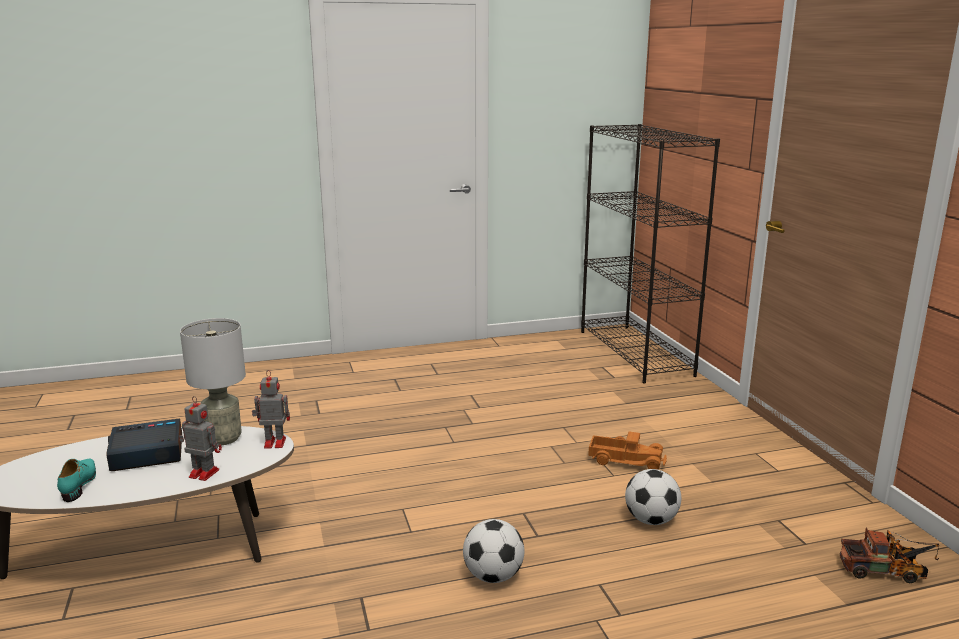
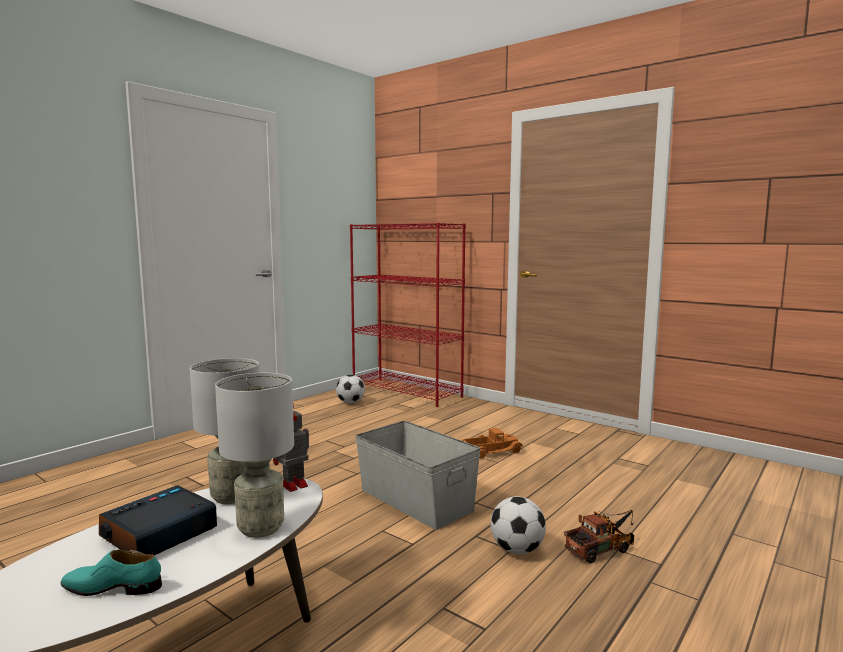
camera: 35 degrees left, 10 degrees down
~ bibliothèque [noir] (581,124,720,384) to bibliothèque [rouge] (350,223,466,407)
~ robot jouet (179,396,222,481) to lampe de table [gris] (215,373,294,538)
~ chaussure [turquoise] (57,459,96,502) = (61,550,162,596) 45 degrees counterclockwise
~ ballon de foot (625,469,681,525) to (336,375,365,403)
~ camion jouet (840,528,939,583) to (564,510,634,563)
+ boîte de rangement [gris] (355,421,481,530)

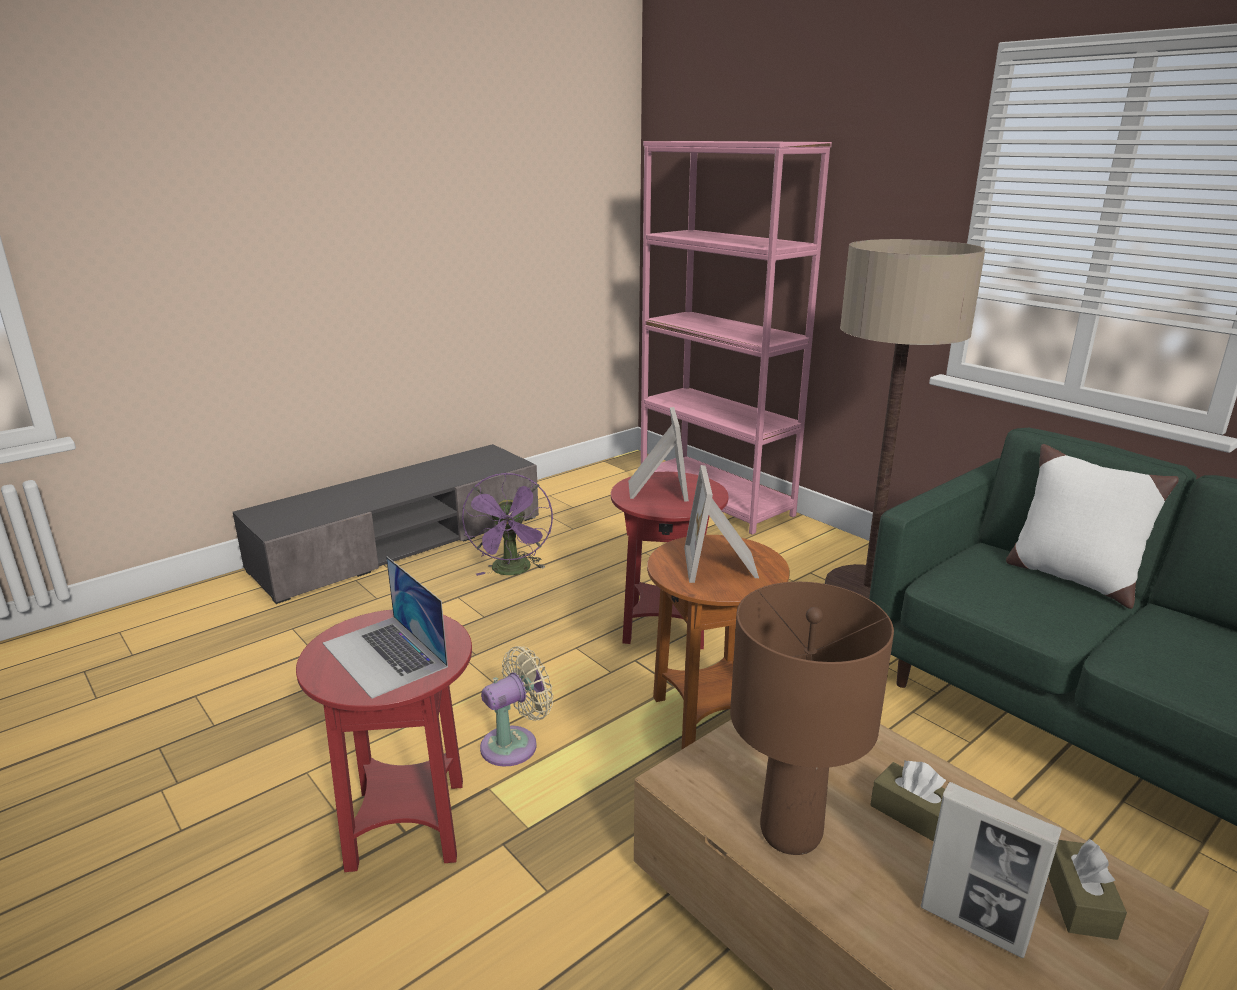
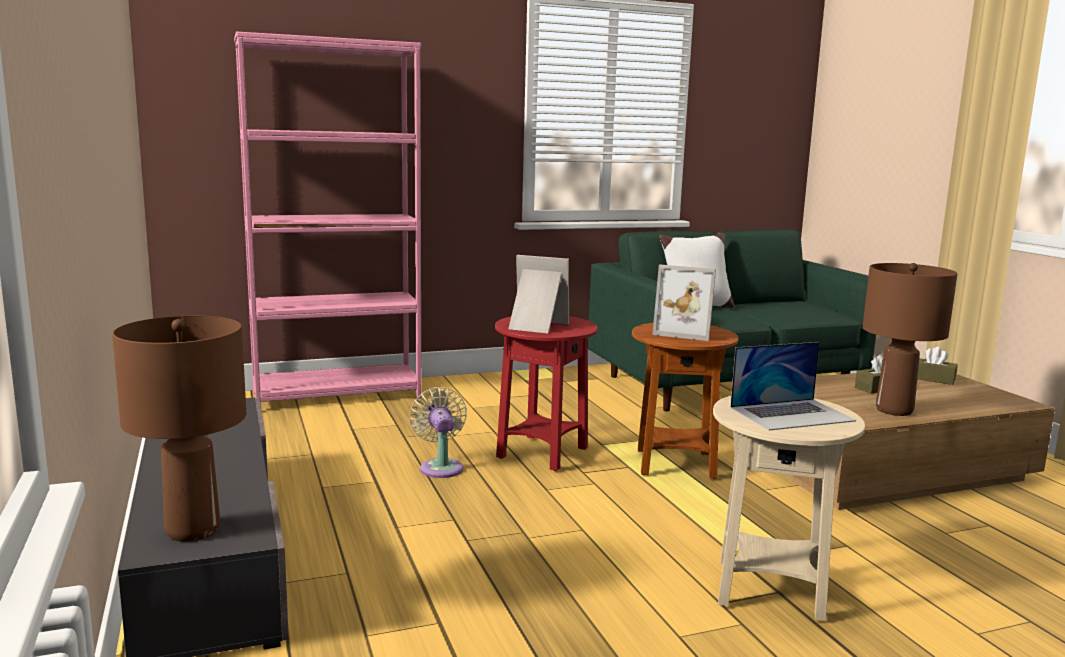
camera: 70 degrees left, 10 degrees down
- lampadaire (825,239,985,599)
- ventilateur [violet] (462,473,553,576)
~ table d'appoint [rouge] (296,610,472,872) to table d'appoint [beige] (713,396,865,621)
~ ventilateur [beige] (480,646,553,766) to (409,387,467,478)
- cadre photo (920,782,1062,958)
+ lampe de table [marron] (112,316,246,542)

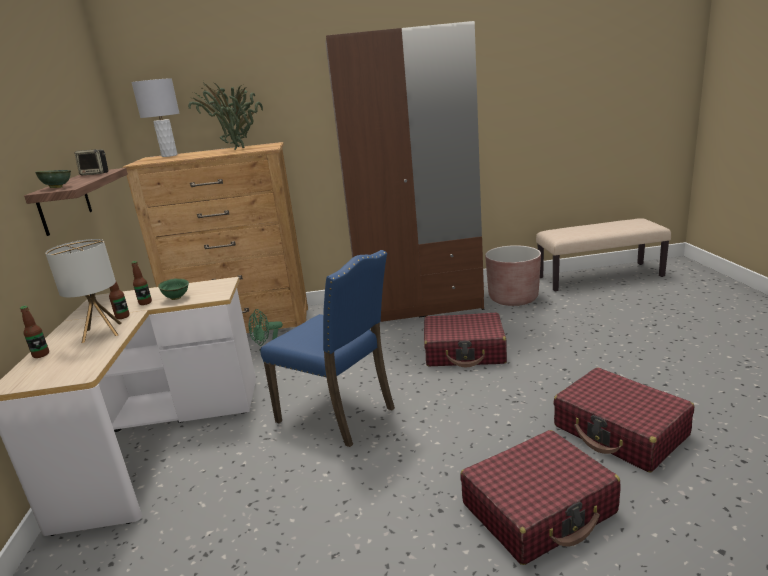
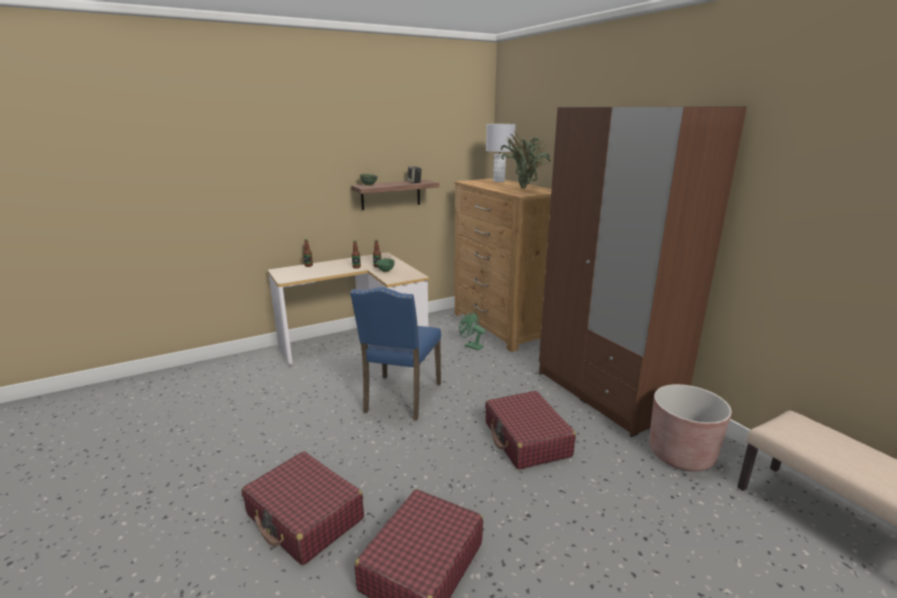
camera: 65 degrees right, 0 degrees up
- lampe de table (45,239,122,343)

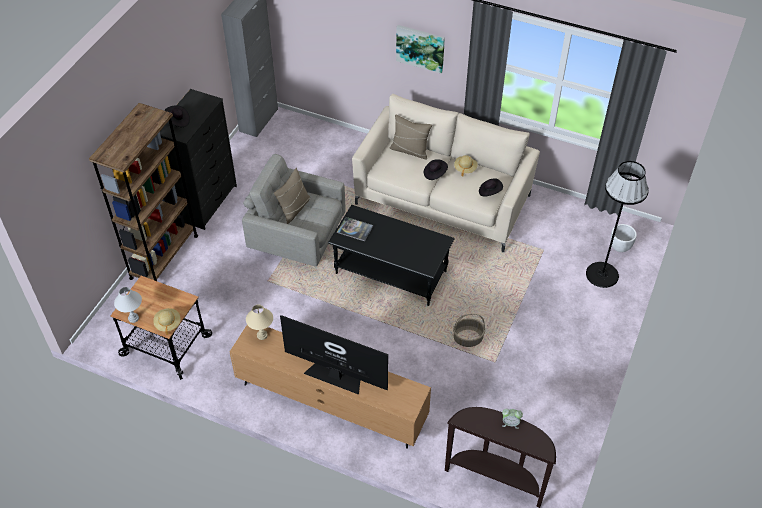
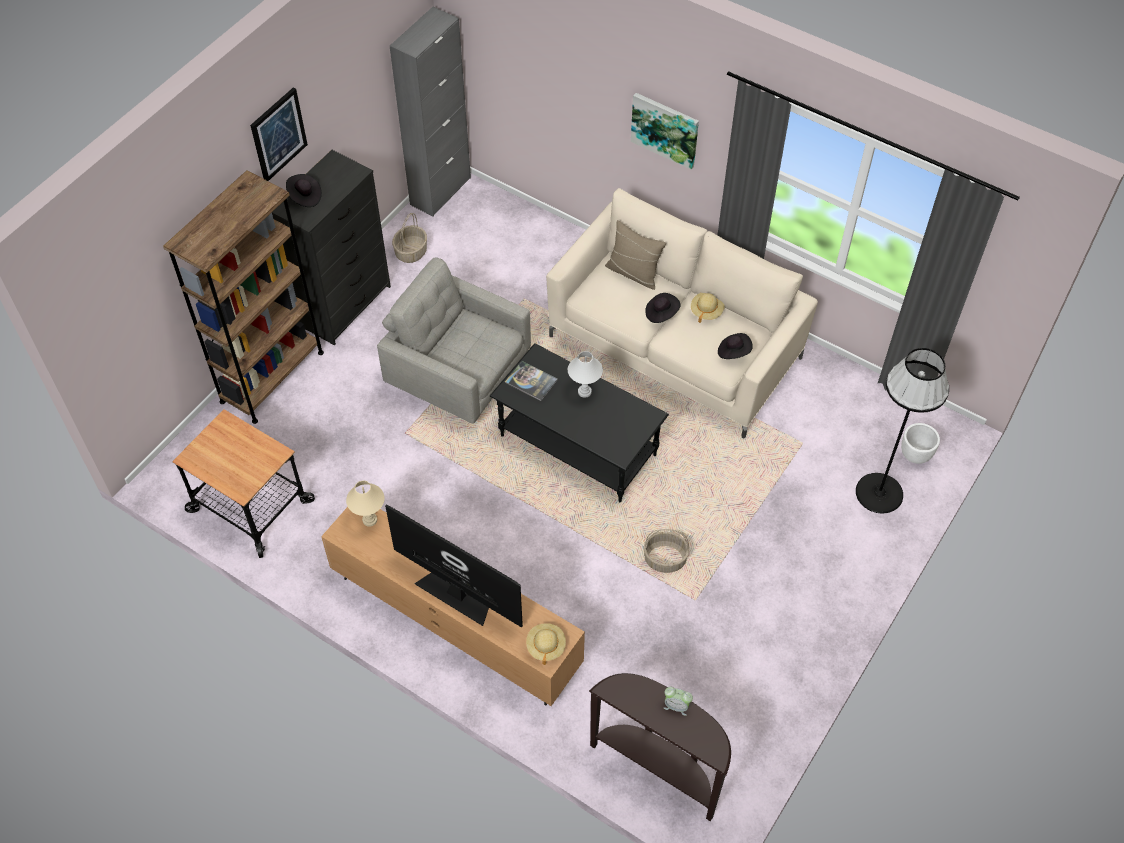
camera: 10 degrees right, 5 degrees up
- coussin [beige] (274,168,310,224)
~ lampe de table [blanc] (114,287,142,323) to (568,351,603,398)
~ chapeau [beige] (153,308,180,335) to (526,623,566,665)
+ tableau (250,87,308,181)
+ panier (392,213,427,263)

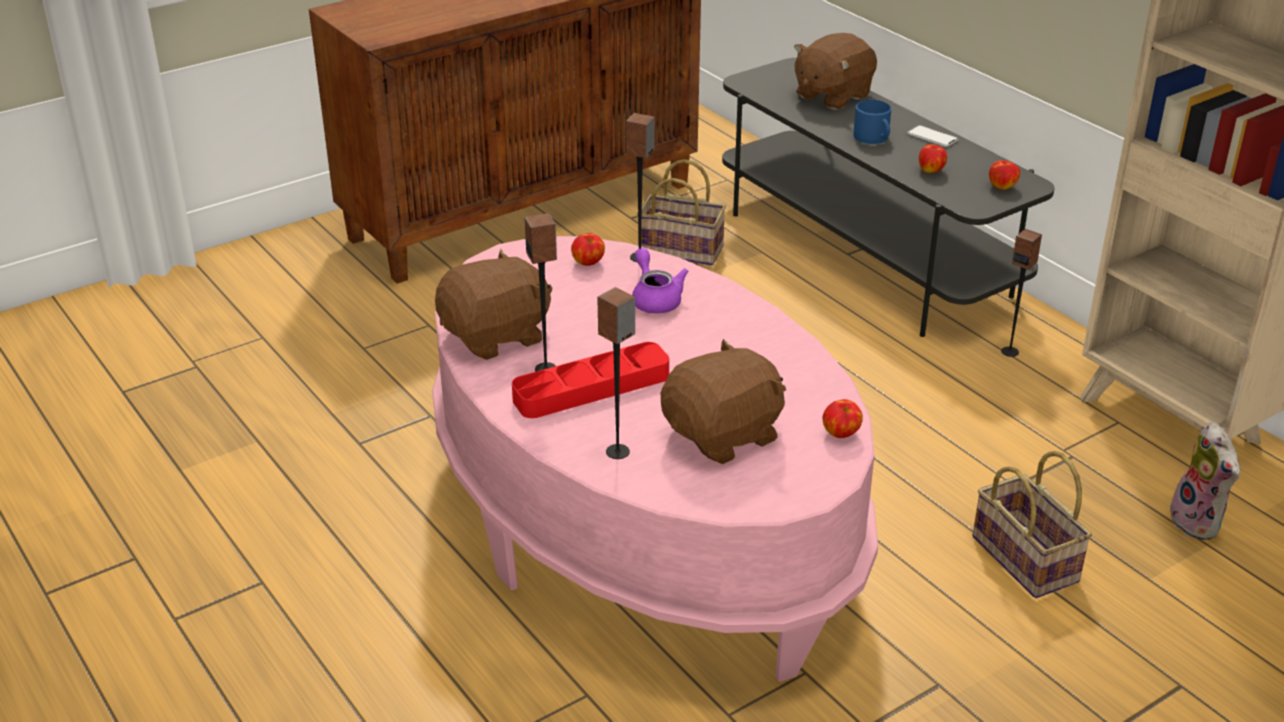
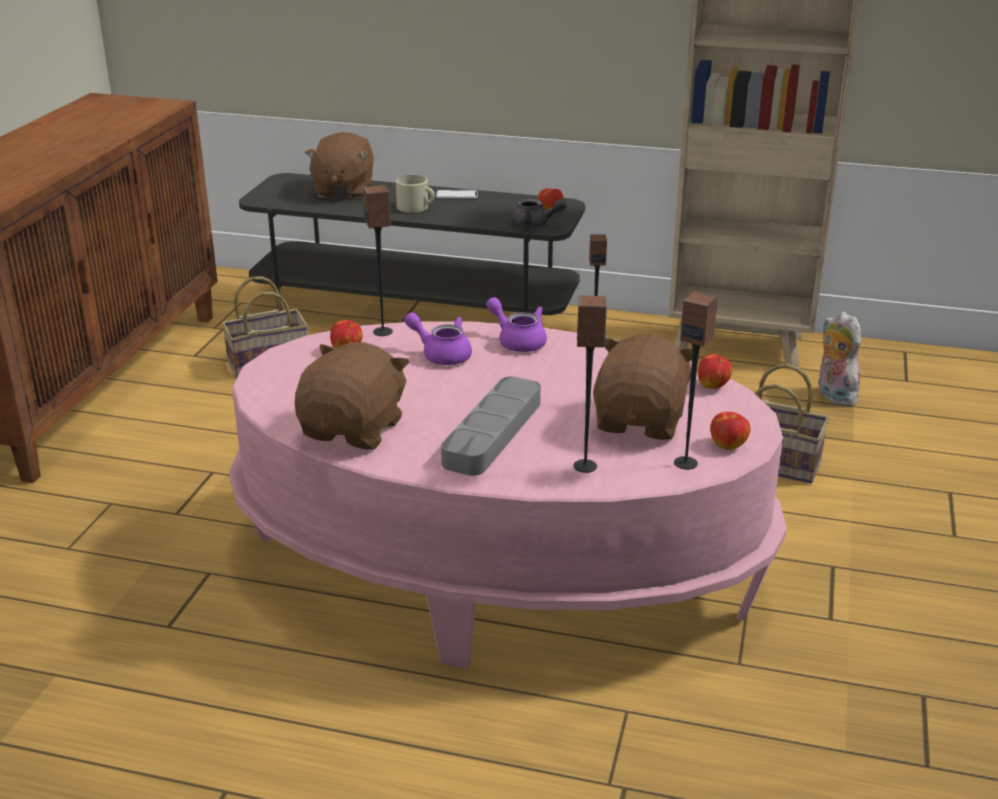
camera: 40 degrees left, 5 degrees down
~ mug [bleu] (854,100,892,144) to mug [beige] (396,175,435,213)
~ pomme (919,144,947,173) to (710,412,750,450)
~ enceinte (525,213,557,372) to (674,291,718,470)
~ plateau [rouge] (512,342,669,418) to plateau [gris] (441,376,541,476)
~ peluche (1165,422,1240,540) = (817,311,861,406) 150 degrees counterclockwise
+ théière [gris] (511,198,567,228)
+ théière [violet] (486,297,547,352)

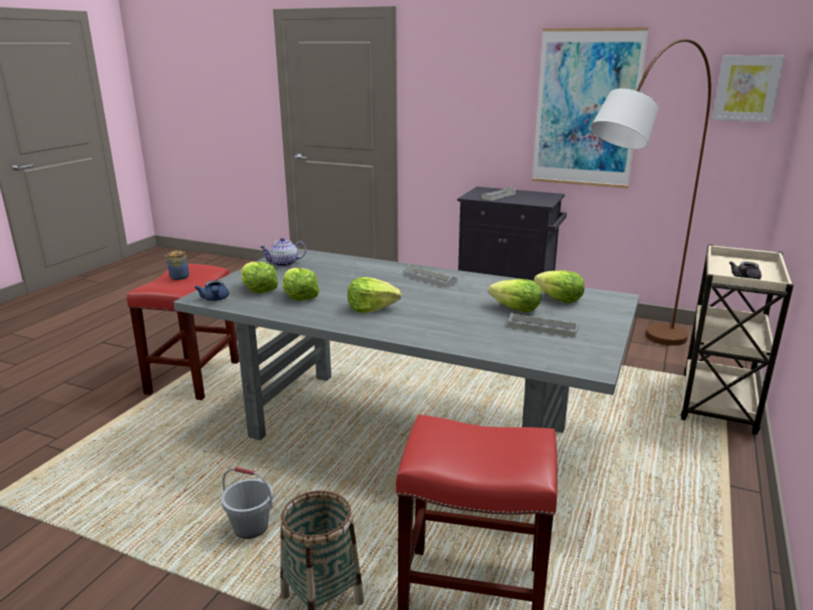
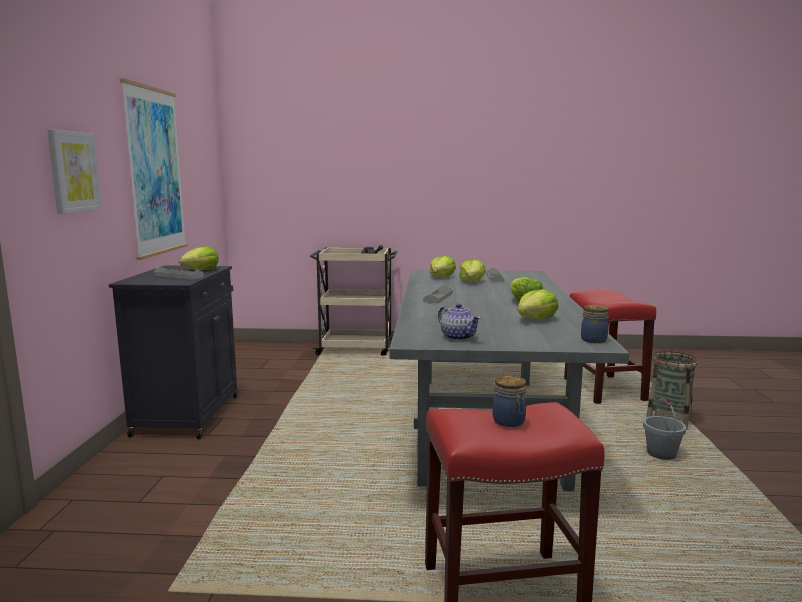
camera: 110 degrees left, 10 degrees down
- lampadaire [marron] (591,39,711,346)
~ tableau (712,56,784,122) to (47,129,102,214)
~ laitue (241,262,278,293) to (179,246,219,270)
~ théière [bleu] (194,280,229,301) to bocal (581,305,609,343)

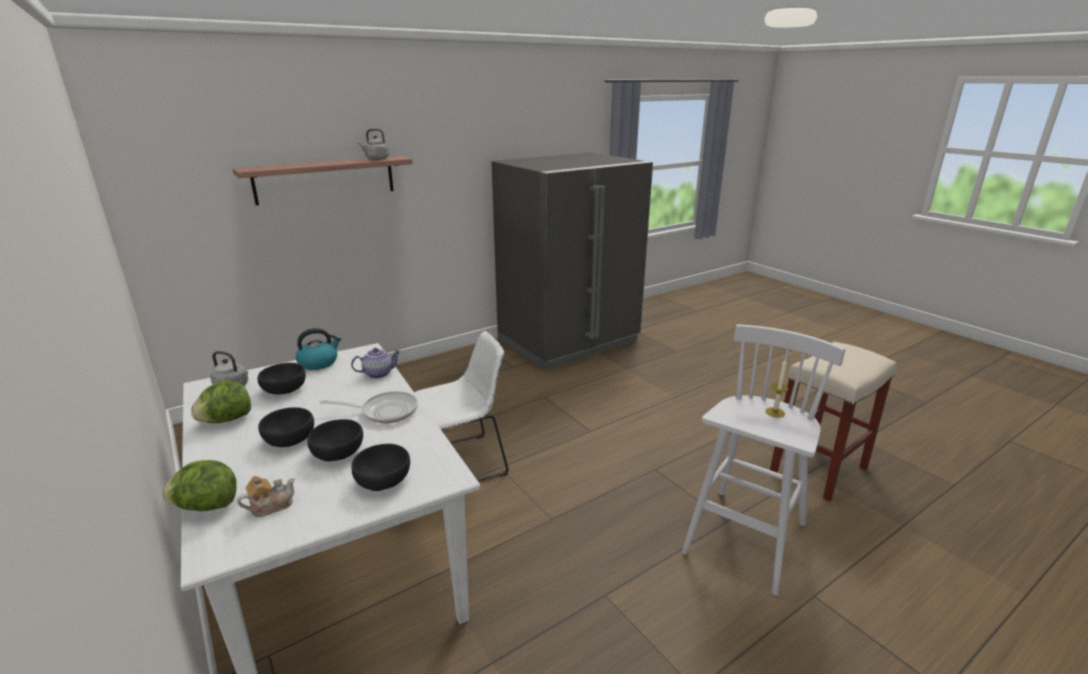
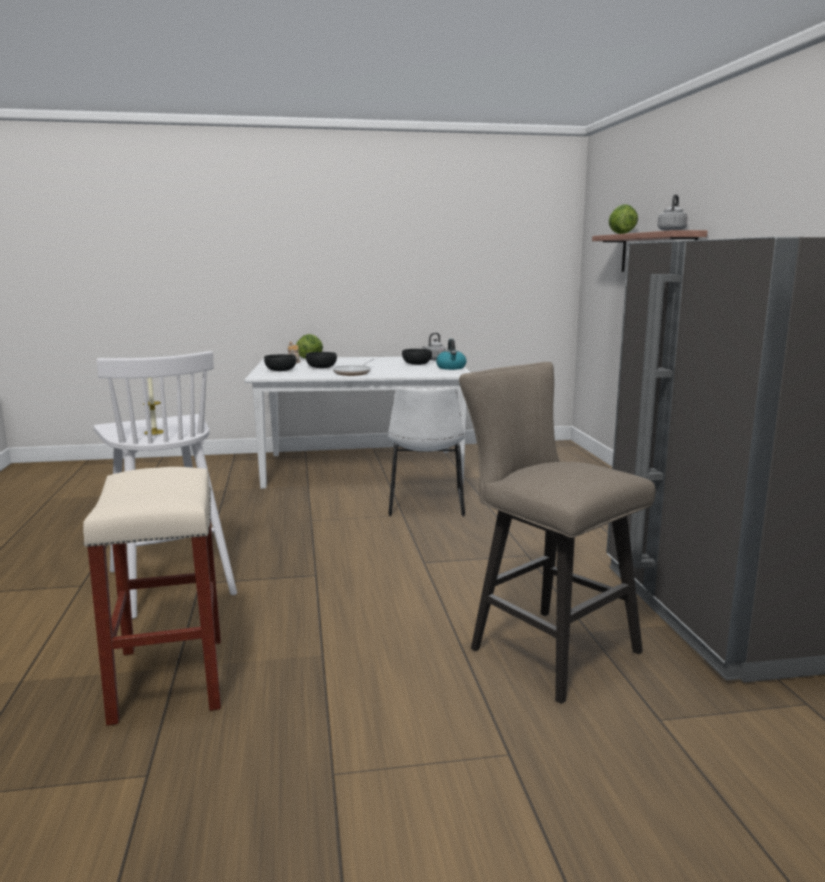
camera: 115 degrees right, 10 degrees down
- théière (351,348,401,379)
~ laitue (191,381,251,423) to (609,204,638,234)
- bol [noir] (258,407,314,447)
+ tabouret [beige] (459,362,656,704)

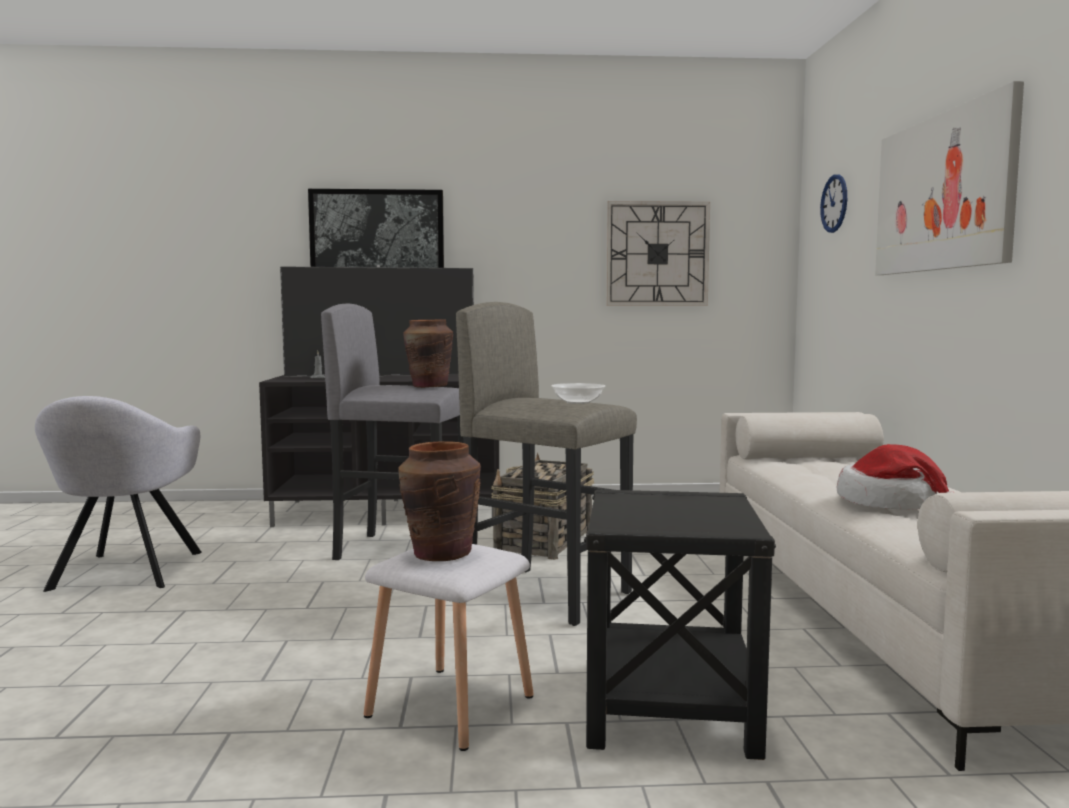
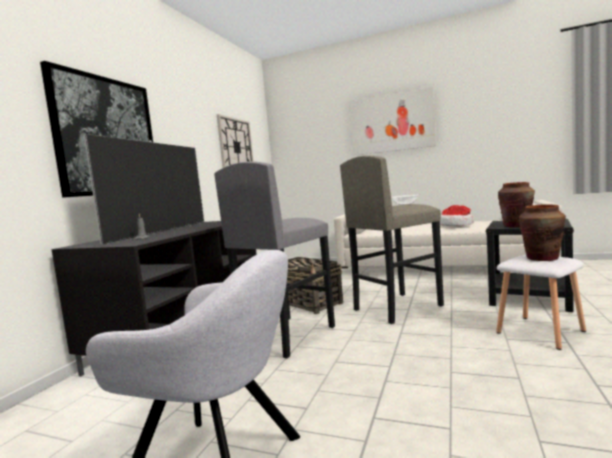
camera: 65 degrees left, 0 degrees up
- horloge murale (820,174,847,233)
~ vase [marron] (403,319,453,388) to (498,182,535,228)

